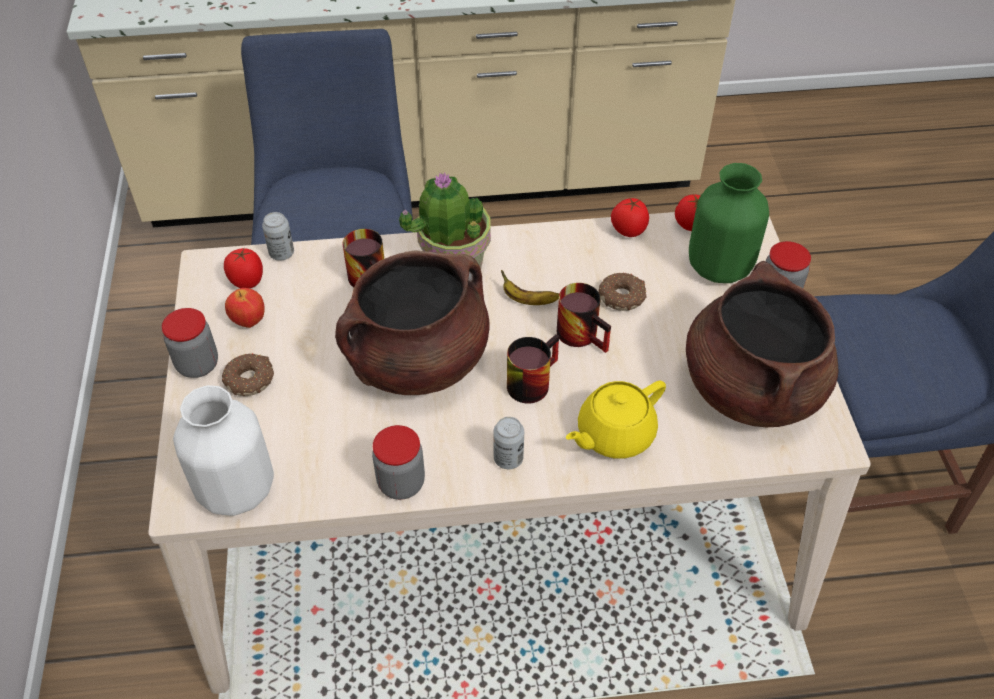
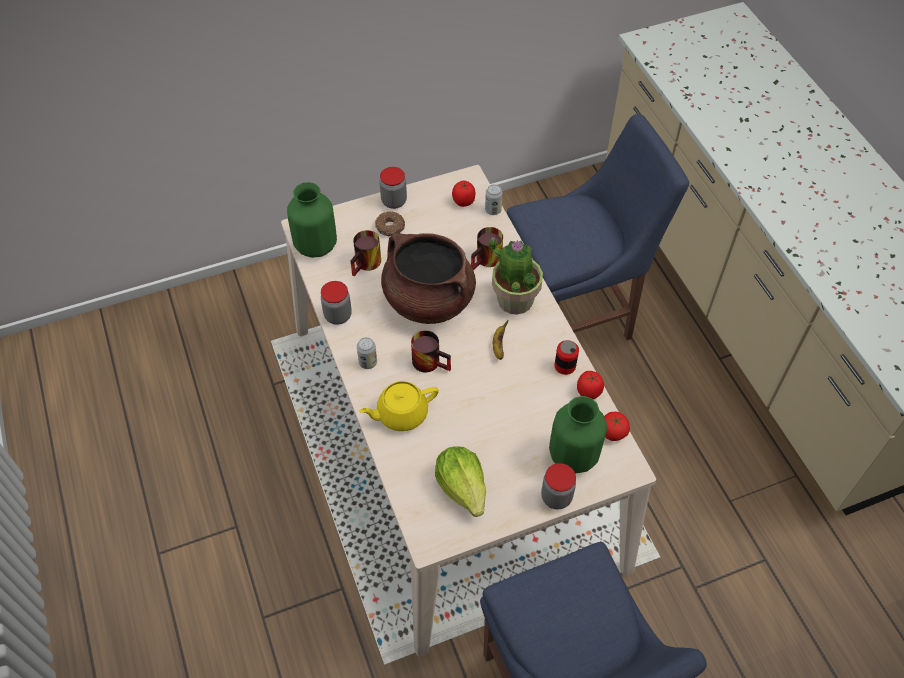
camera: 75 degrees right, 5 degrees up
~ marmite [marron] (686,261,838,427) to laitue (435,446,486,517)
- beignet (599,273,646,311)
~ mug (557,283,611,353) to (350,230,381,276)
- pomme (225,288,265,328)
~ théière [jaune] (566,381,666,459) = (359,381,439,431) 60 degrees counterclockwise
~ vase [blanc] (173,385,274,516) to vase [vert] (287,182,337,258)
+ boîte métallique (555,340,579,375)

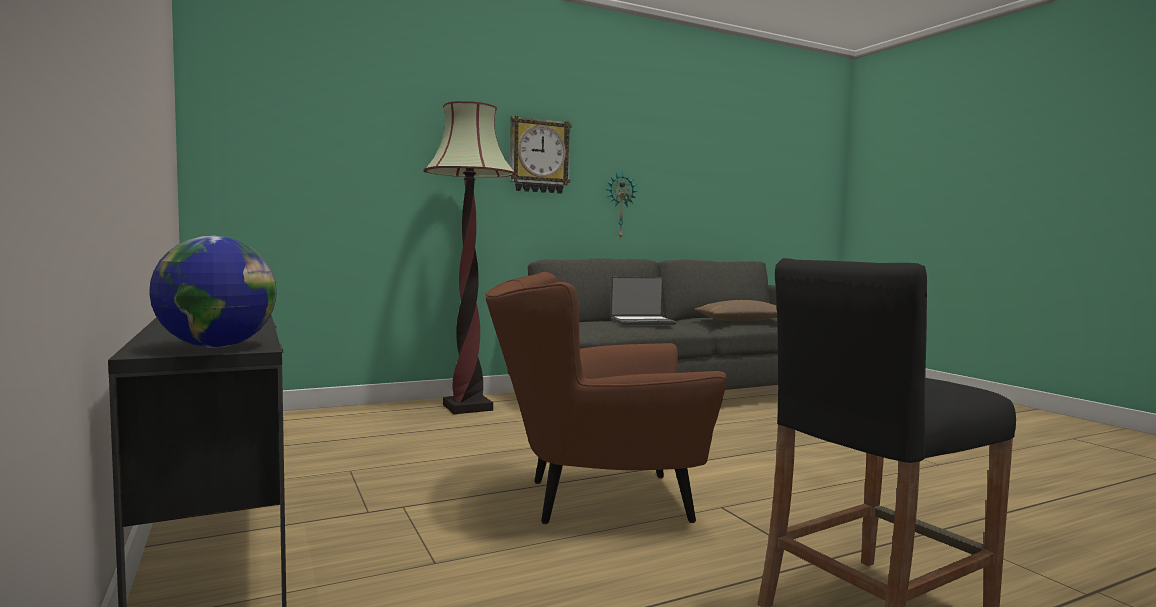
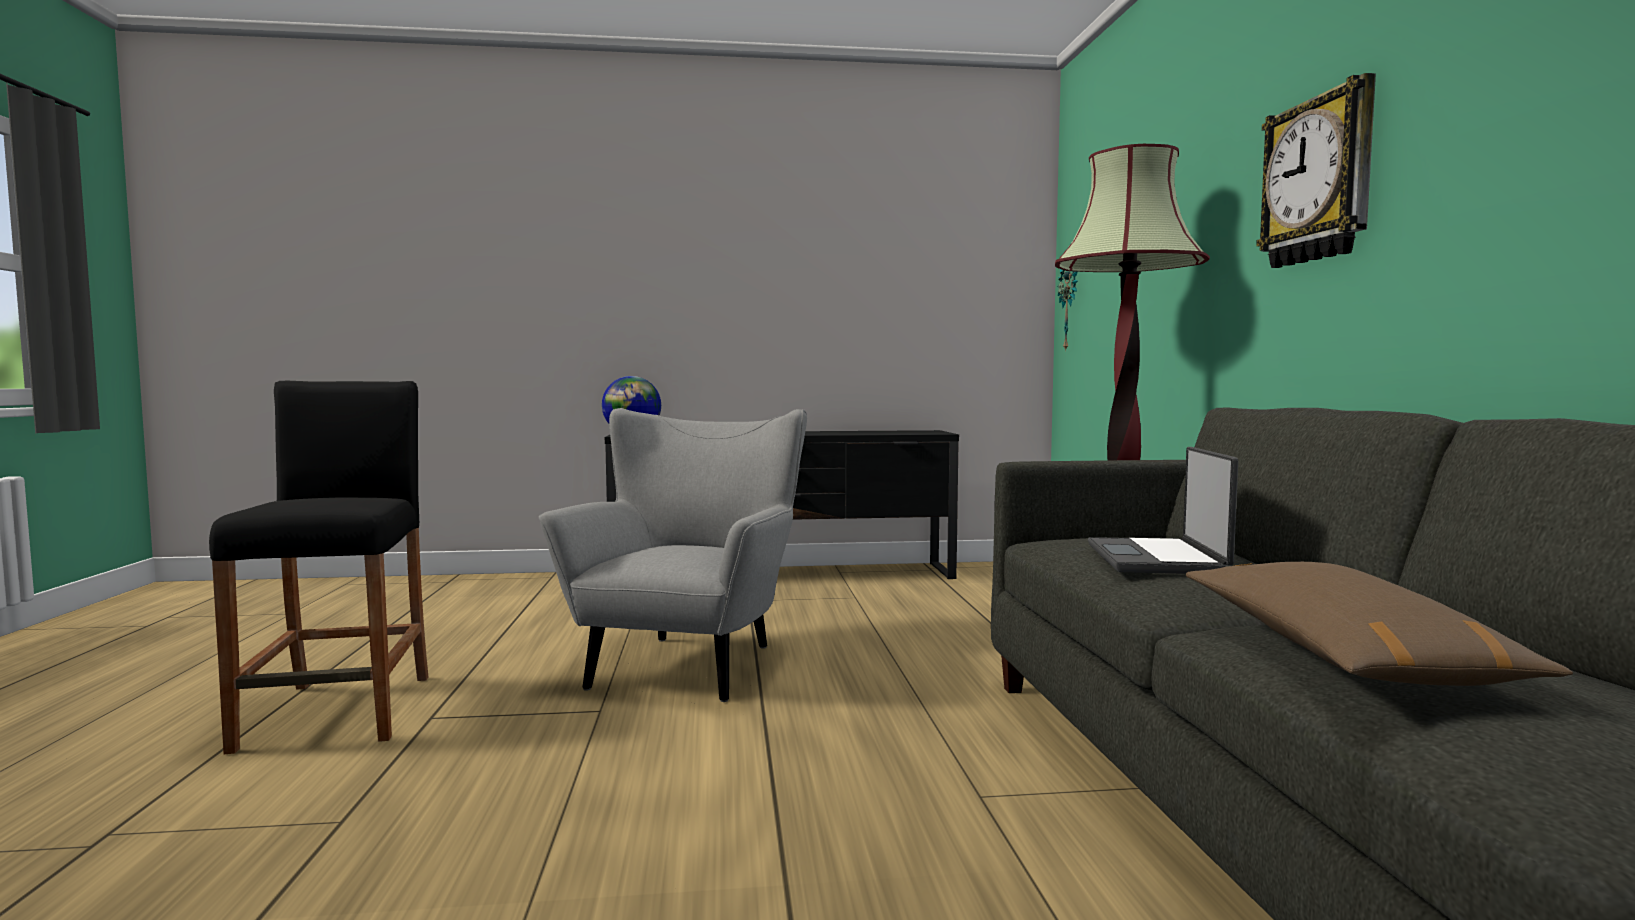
camera: 110 degrees right, 0 degrees up
~ horloge murale (606,172,638,239) to (1057,269,1078,352)
~ fauteuil [marron] (485,272,727,524) to fauteuil [gris] (539,408,807,702)

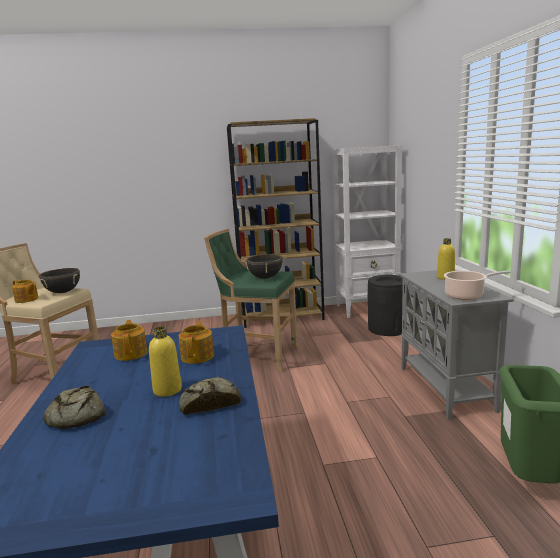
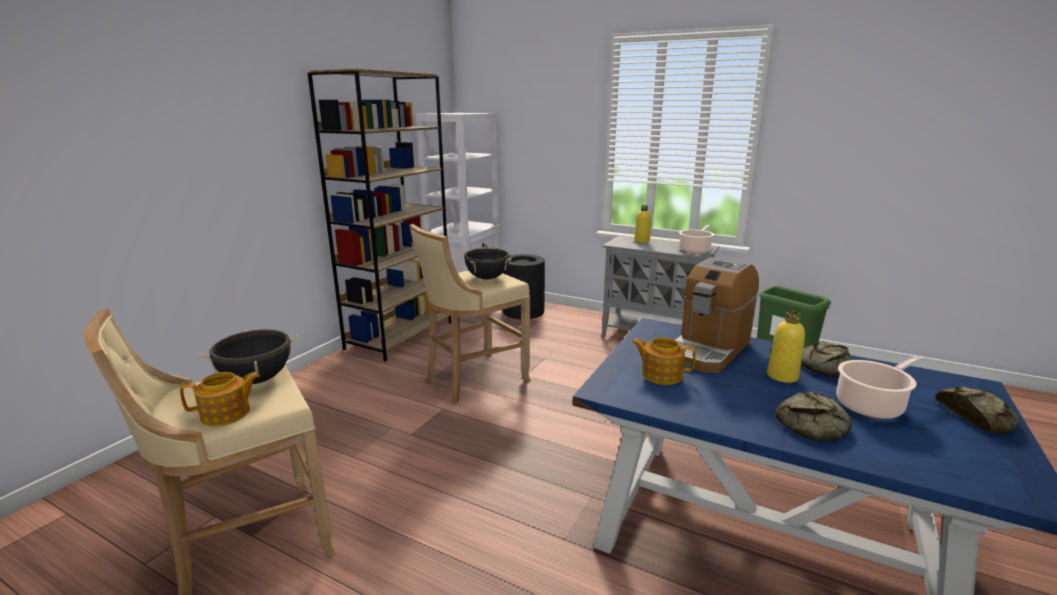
camera: 55 degrees left, 5 degrees up
~ tabouret [vert] (204,229,298,372) to tabouret [beige] (409,224,531,403)
~ théière (179,321,214,364) to machine à café (675,257,759,373)
+ marmite (836,355,924,419)
+ pain (935,386,1019,433)

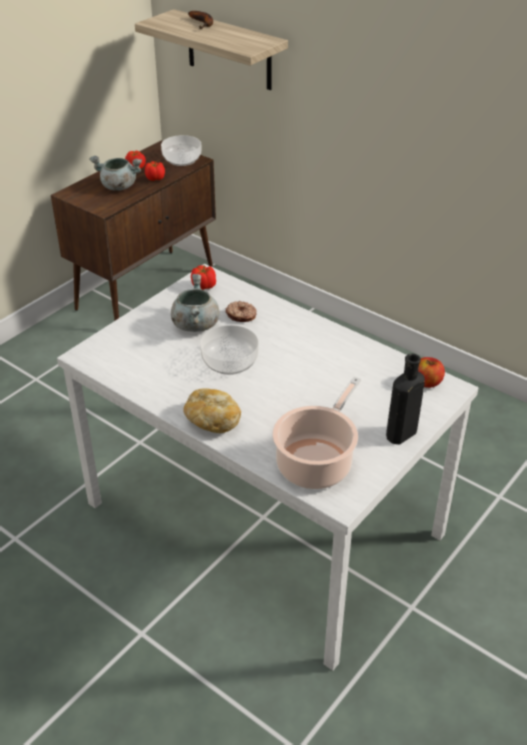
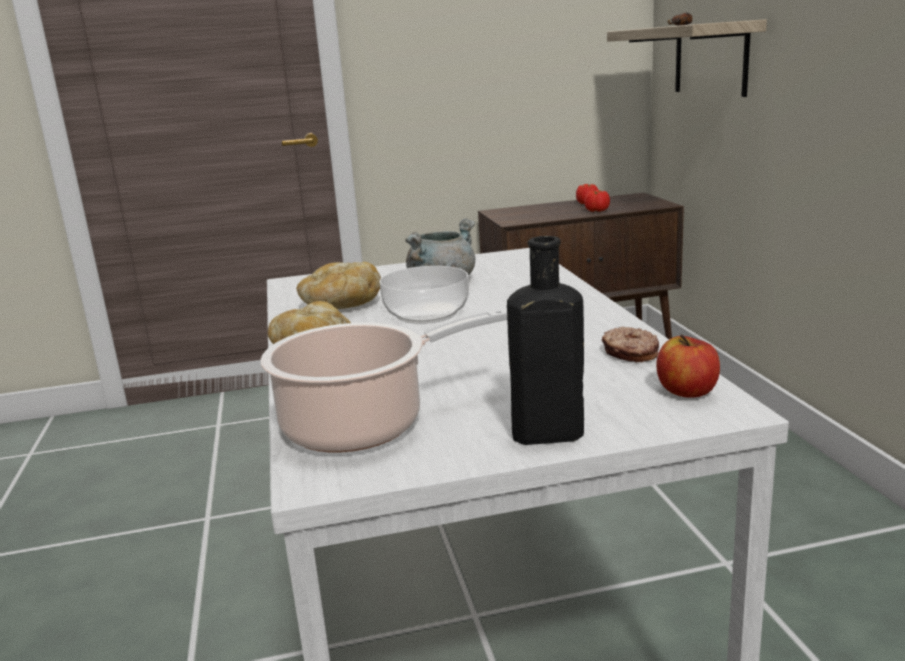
camera: 40 degrees right, 20 degrees down
- bol (161,135,201,166)
- marmite [gris] (89,156,142,191)
- tomate (191,265,216,290)
~ beignet (225,301,257,322) to (602,327,659,362)
+ pain (297,262,381,309)

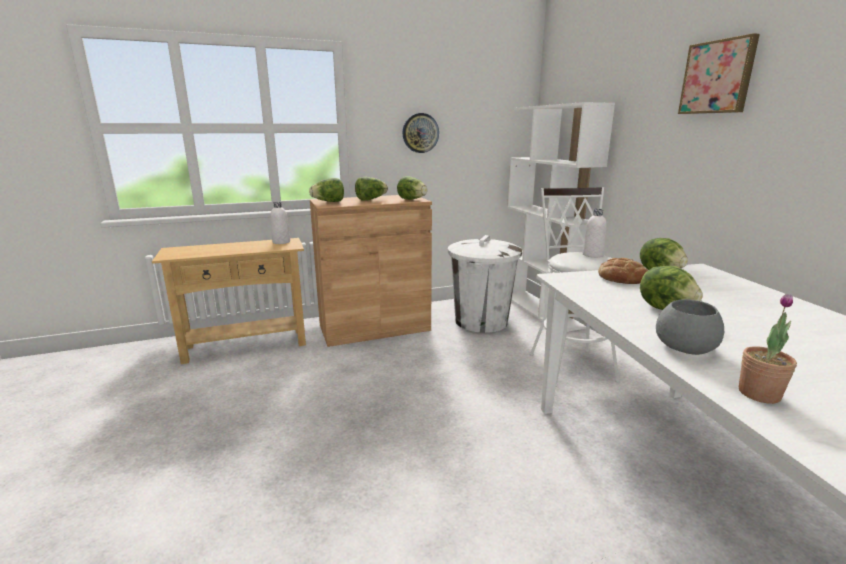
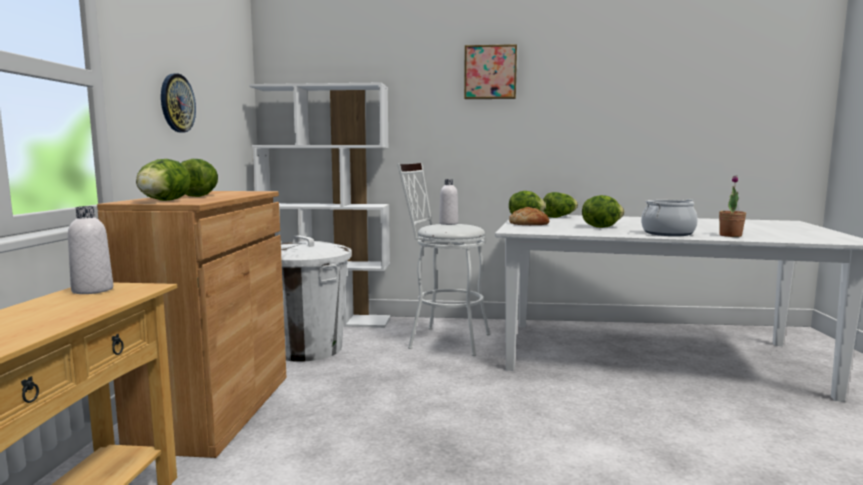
camera: 65 degrees left, 10 degrees down
~ laitue (397,176,428,200) to (543,192,578,218)
~ bol [gris] (656,299,724,355) to marmite (641,199,698,236)

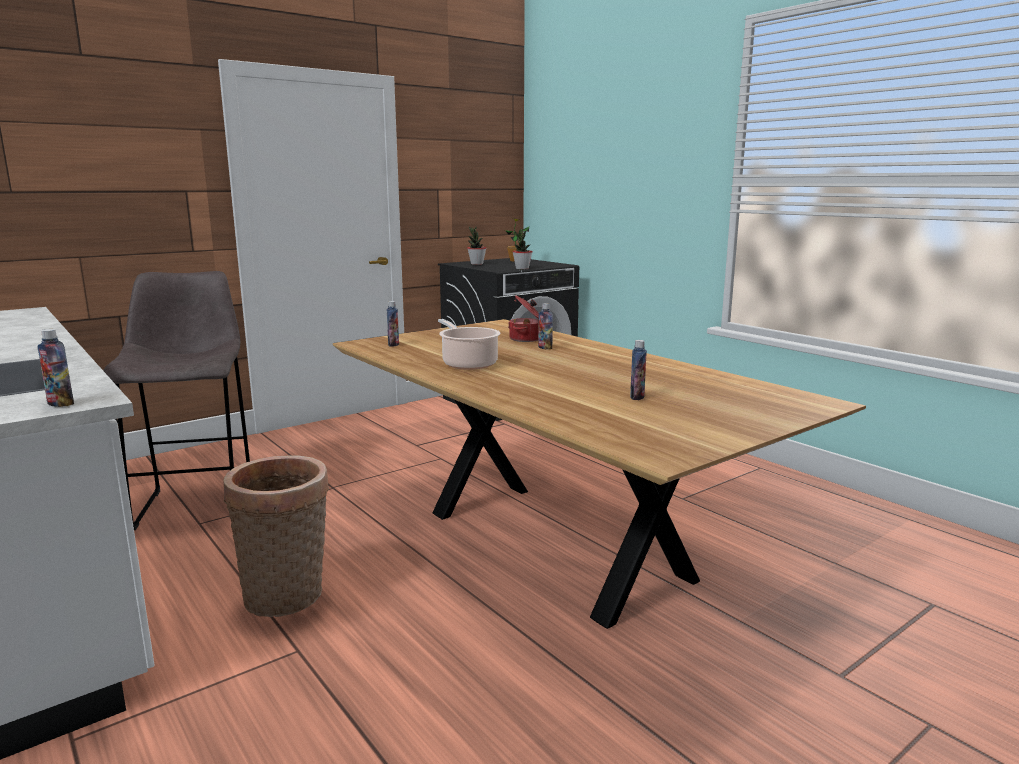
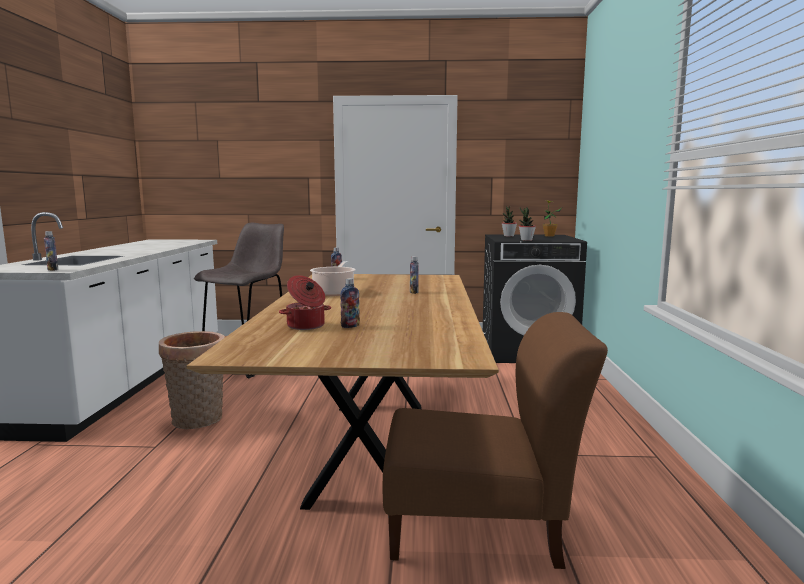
camera: 40 degrees right, 5 degrees down
~ marmite (509,296,539,342) to (279,275,331,330)
+ chaise [marron] (383,312,608,569)

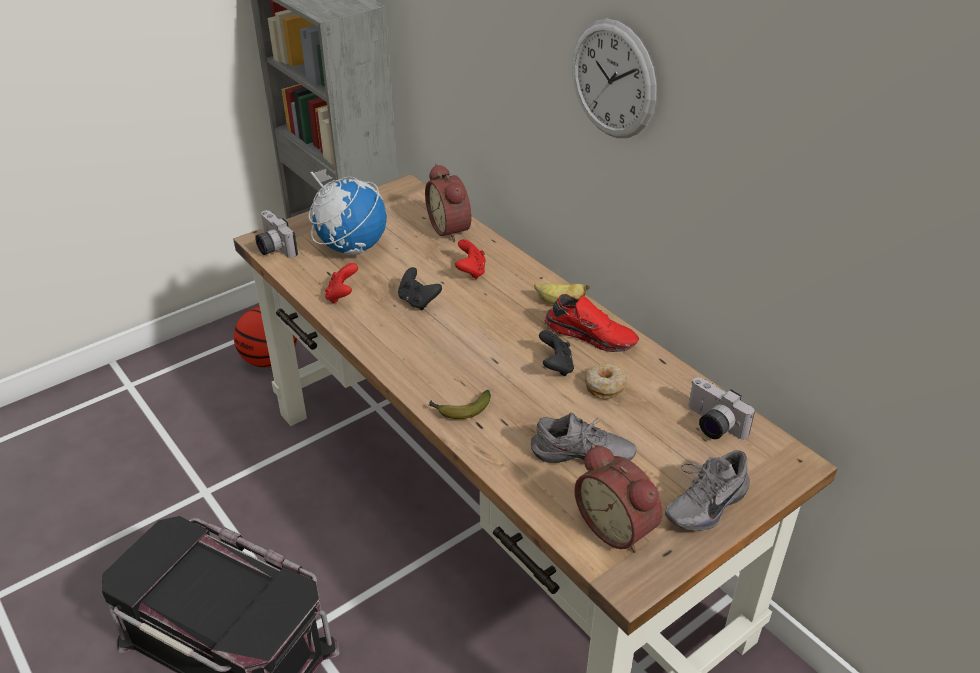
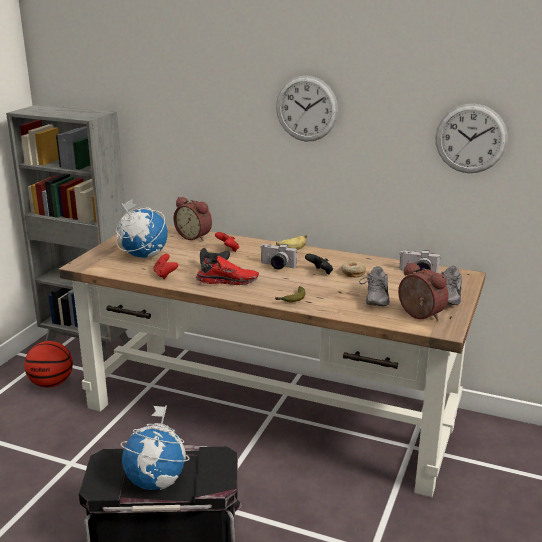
camera: 30 degrees left, 15 degrees down
~ appareil photo (255,210,298,258) to (260,244,297,270)
~ chaussure [rouge] (544,294,639,352) to (196,256,259,285)
~ chaussure [gris] (531,412,636,463) = (359,266,390,306) 120 degrees clockwise
~ réveil (574,444,663,553) = (398,262,449,321) 150 degrees counterclockwise
+ horloge murale (435,103,507,173)
+ globe (120,405,189,490)

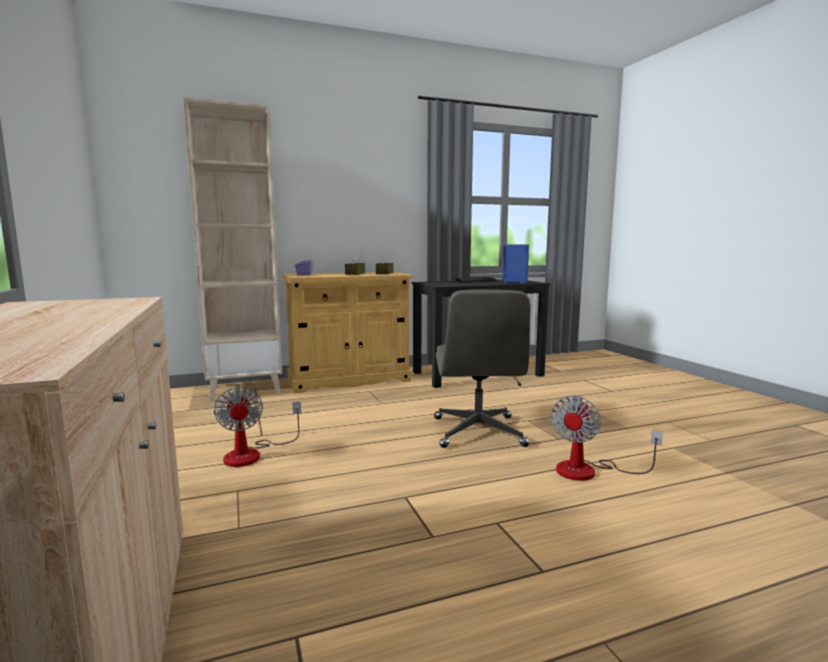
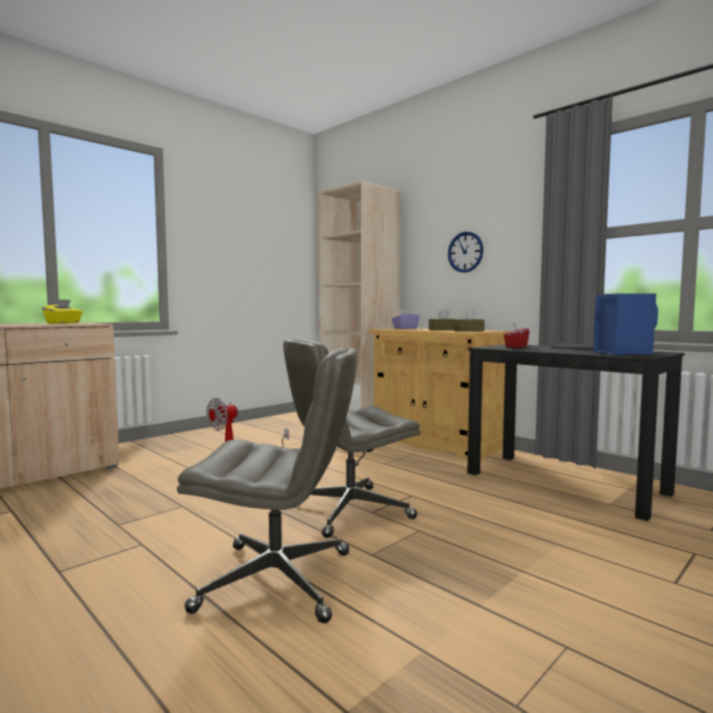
camera: 65 degrees right, 5 degrees down
~ ventilateur (551,395,663,481) to chaise de bureau [gris] (177,348,357,623)
+ horloge murale (448,231,483,273)
+ boîte à mouchoirs [jaune] (42,299,83,324)
+ boîte à mouchoirs [rouge] (503,322,530,348)

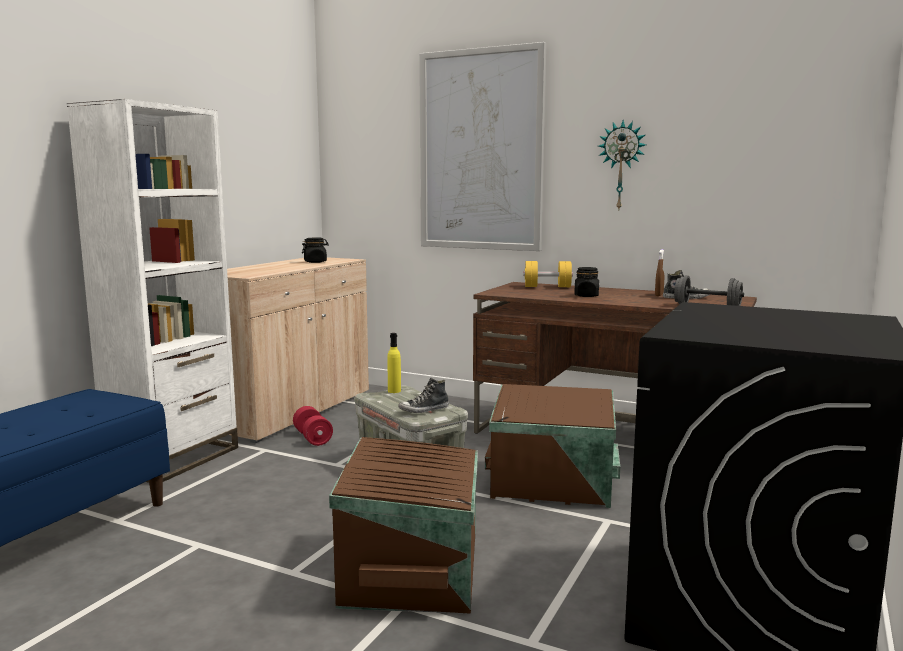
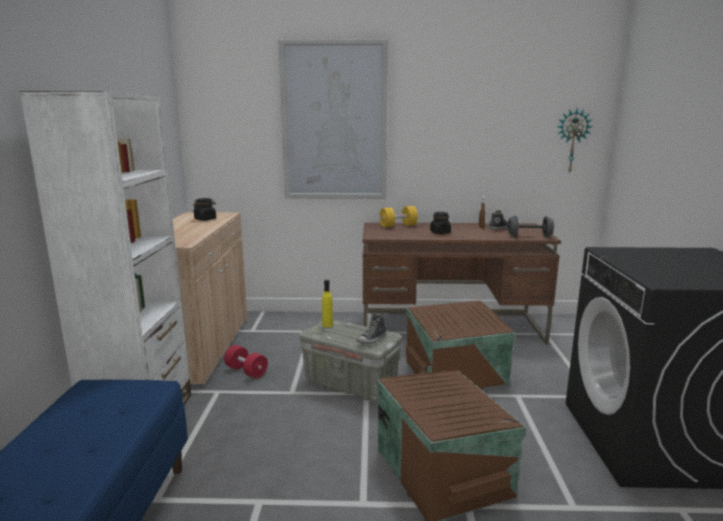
camera: 25 degrees left, 5 degrees up
~ horloge murale (598,120,646,209) to (557,108,593,174)

